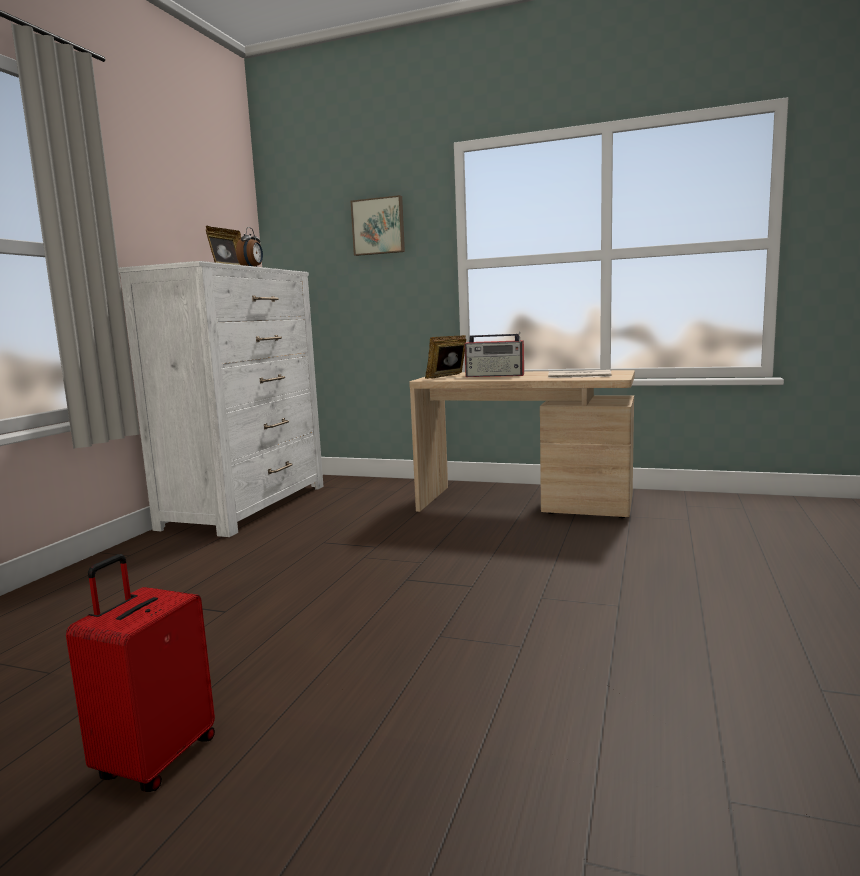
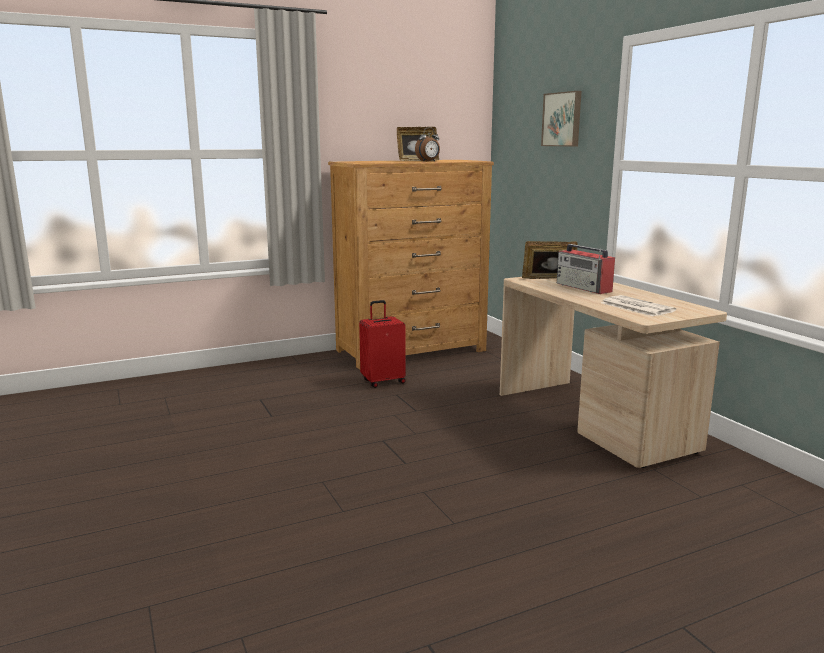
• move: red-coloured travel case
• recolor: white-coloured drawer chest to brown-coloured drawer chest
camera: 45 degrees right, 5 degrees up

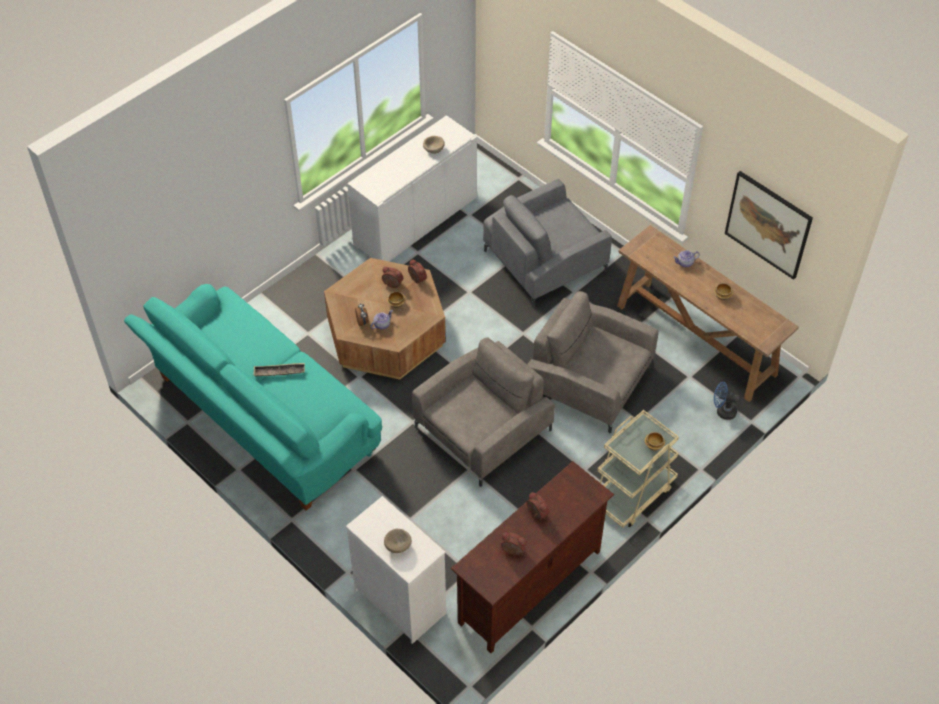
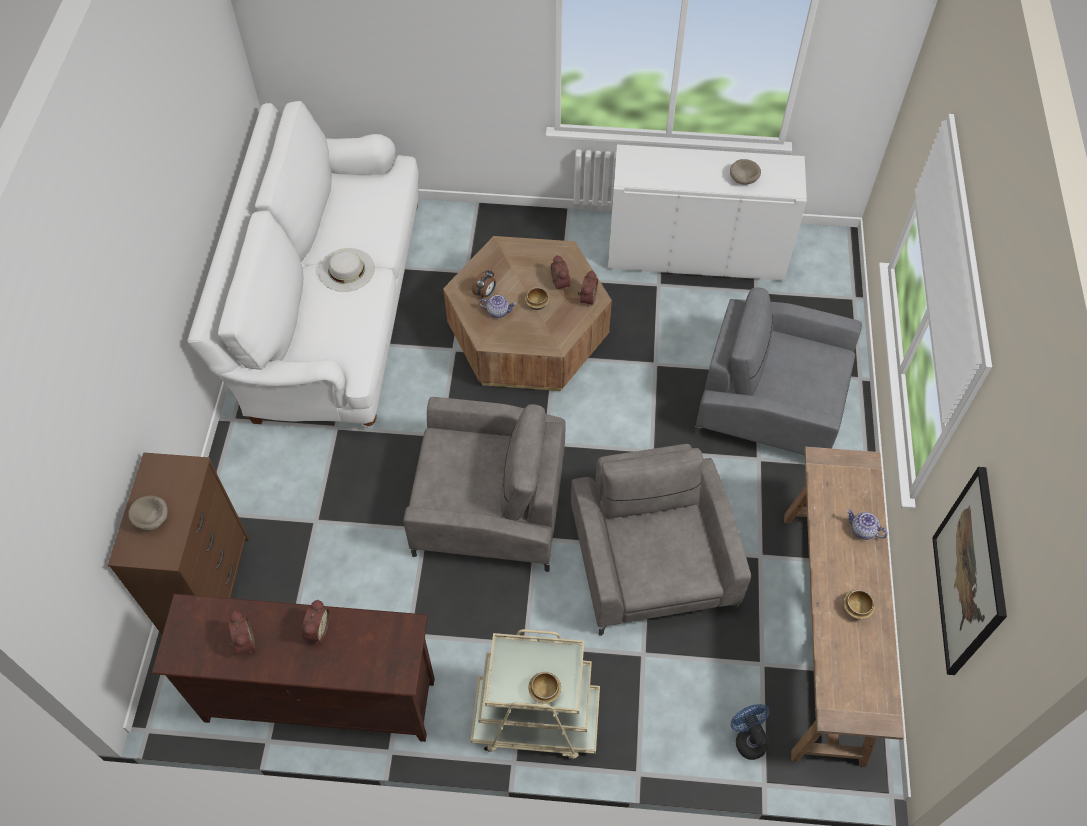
• recolor: turquoise-coloured couch to white-coloured couch
• replace: serving tray to white-coloured wearable hat
• recolor: white-coloured drawer chest to brown-coloured drawer chest
camera: 50 degrees right, 5 degrees up

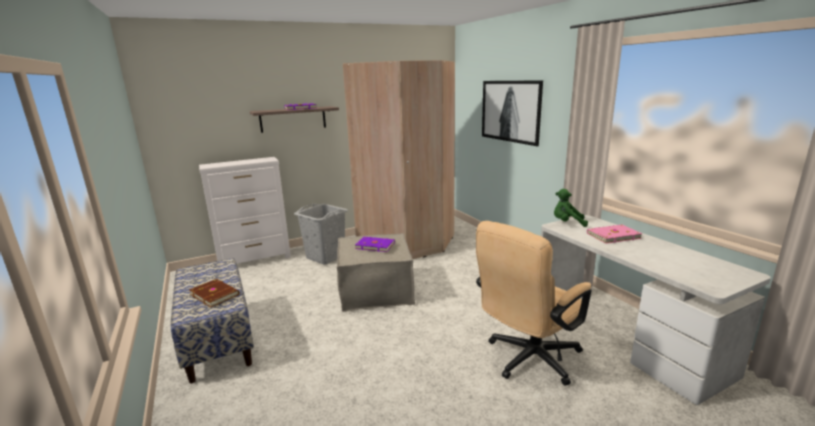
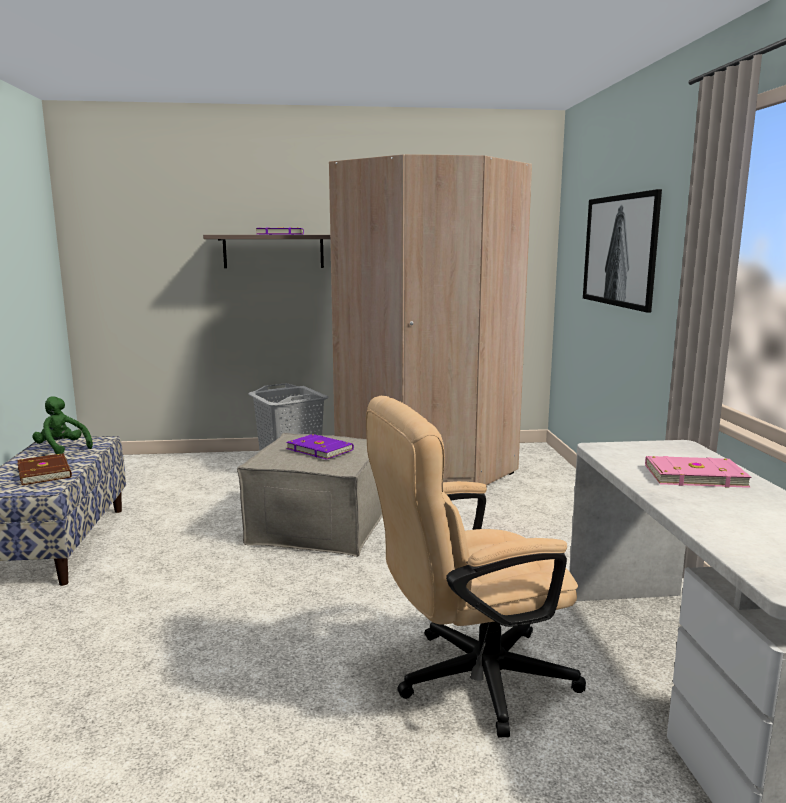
• delete: white-coloured drawer chest
• move: green-coloured cuddly toy
camera: 20 degrees right, 5 degrees down

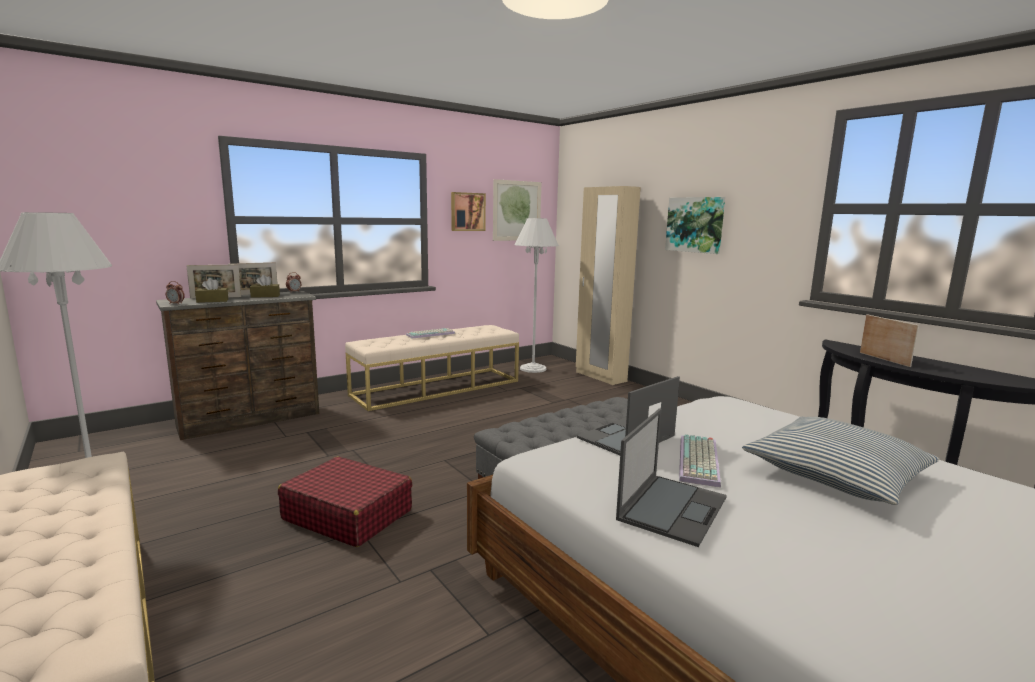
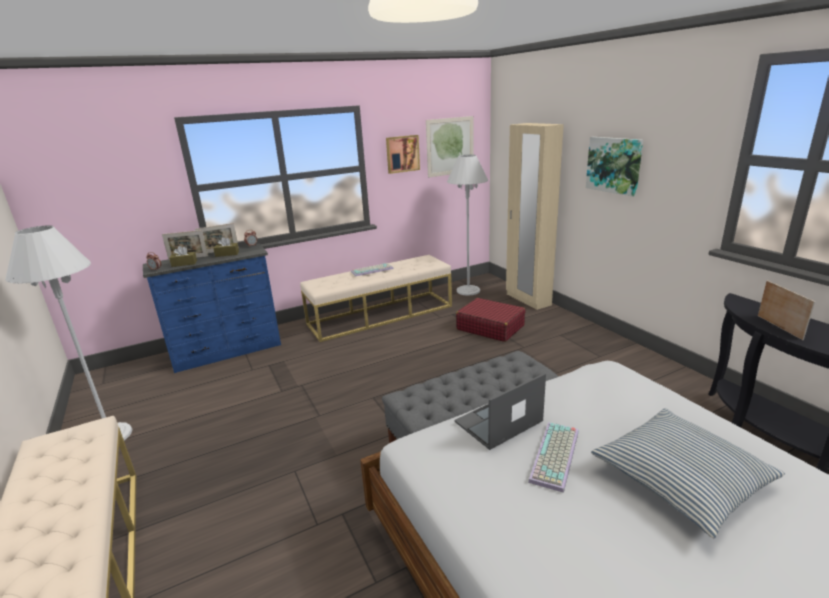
• recolor: brown-coloured drawer chest to blue-coloured drawer chest
• move: red-coloured travel case
• delete: portable computer (2nd from left)
camera: 10 degrees right, 10 degrees up

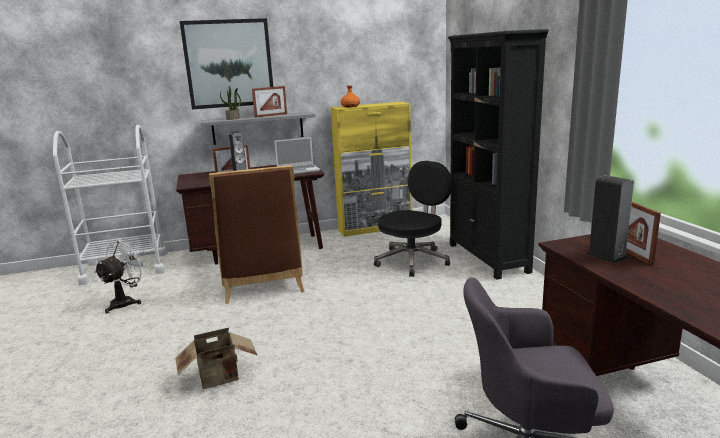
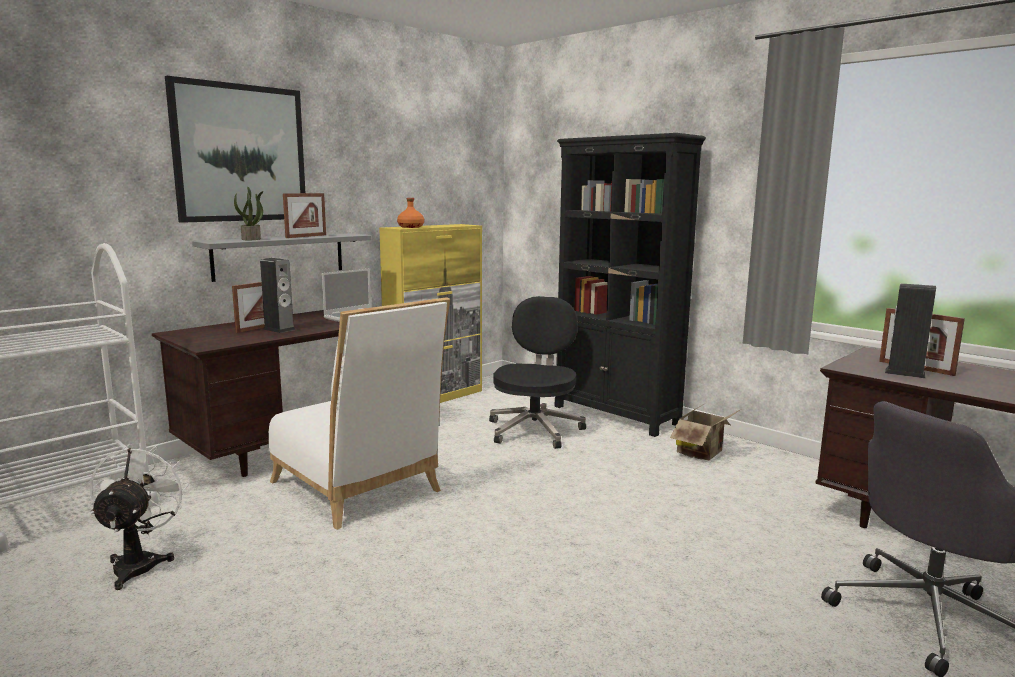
• move: cardboard box
• recolor: brown-coloured upright chair to white-coloured upright chair
camera: 30 degrees left, 5 degrees down

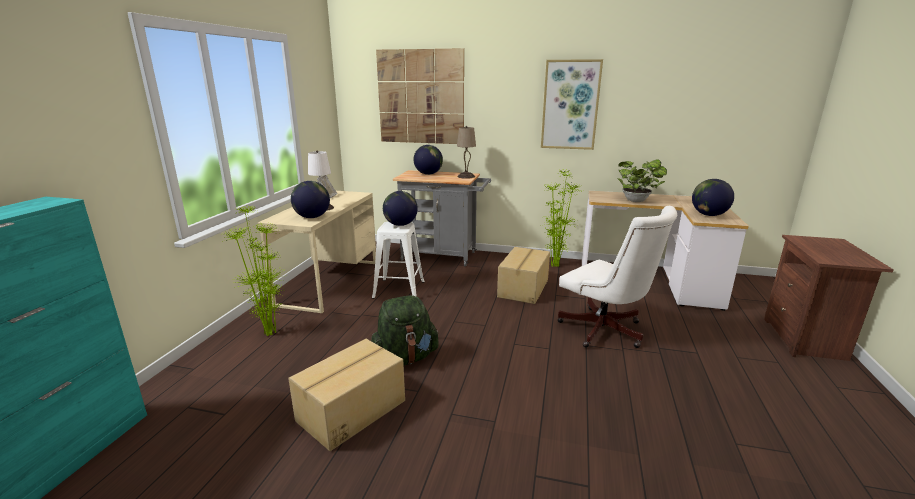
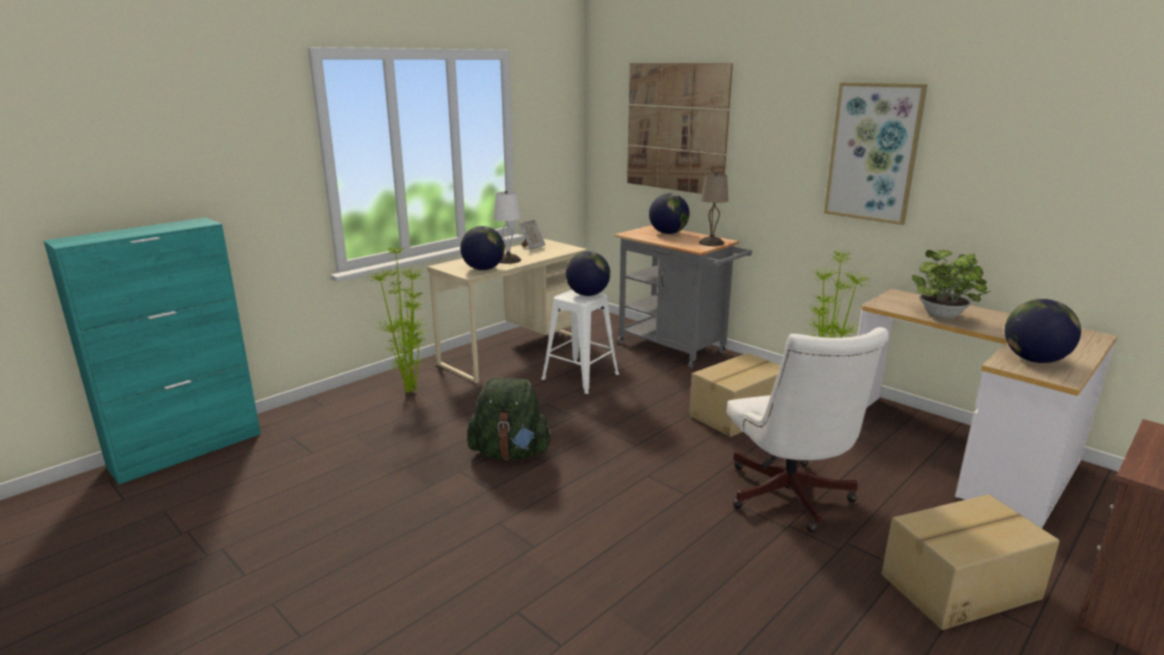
• move: cardboard box (1st from left in the first image) to cardboard box (2nd from left)
camera: 30 degrees right, 0 degrees up

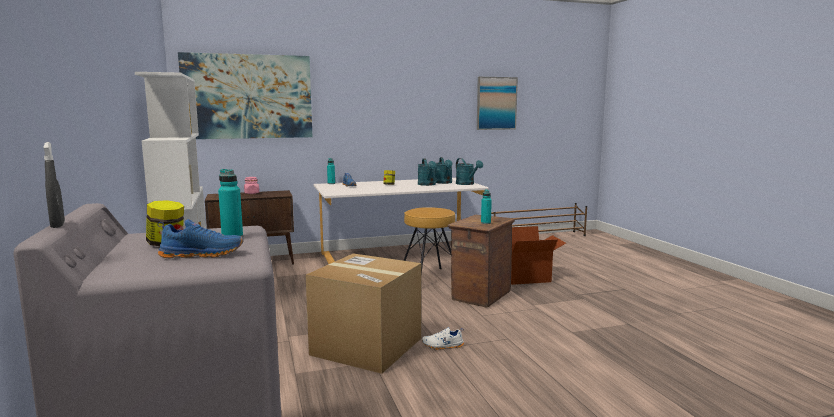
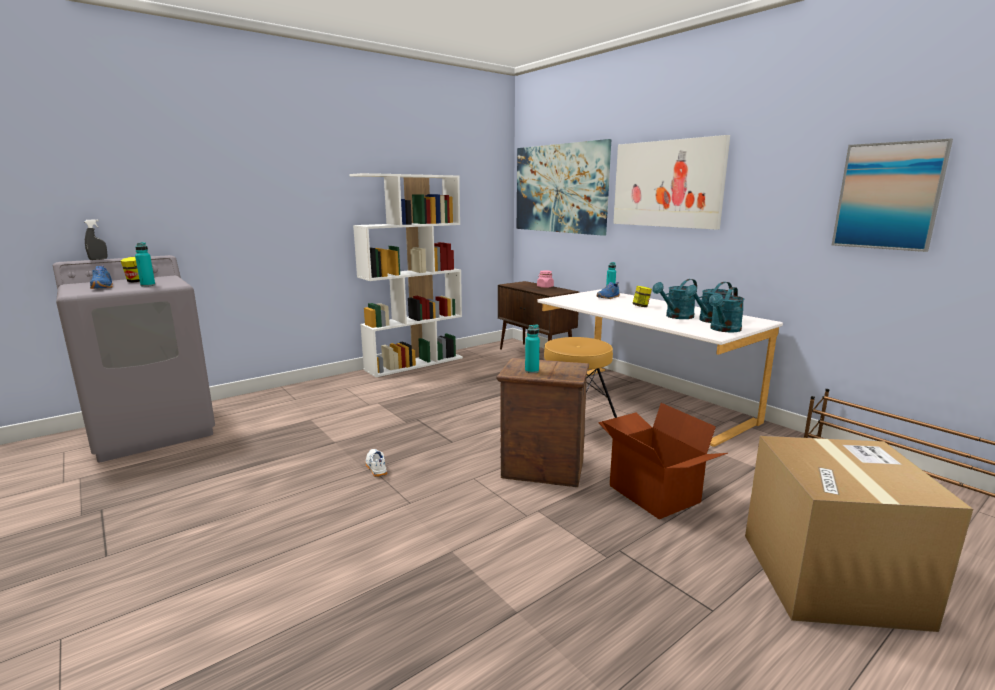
• move: cardboard box (1st from left in the first image) to cardboard box (2nd from left)
• insert: wall art (2nd from left)
camera: 70 degrees right, 5 degrees up

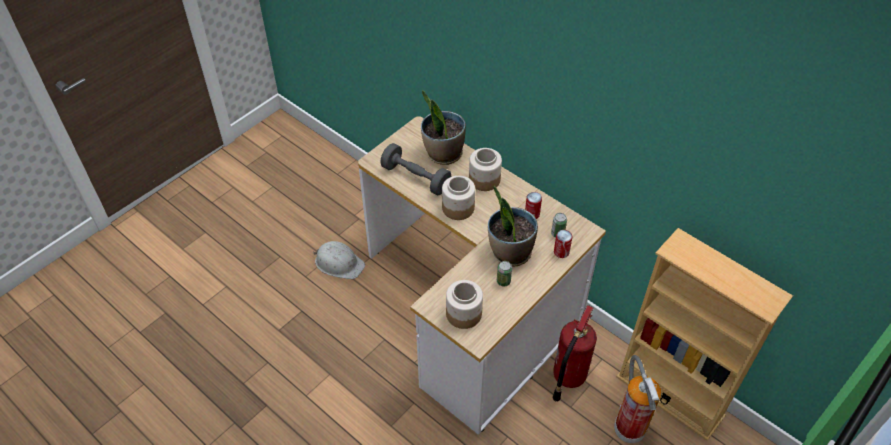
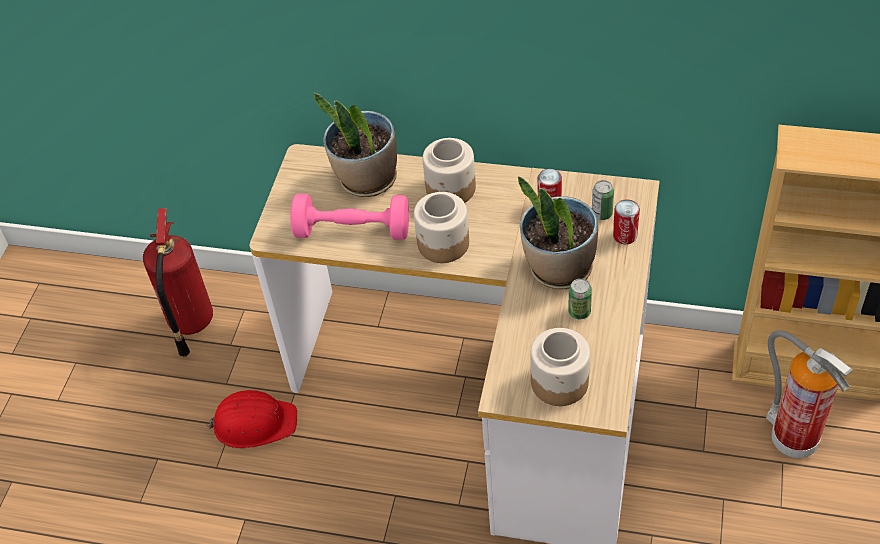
• recolor: white-coloured safety helmet to red-coloured safety helmet
• recolor: grey hand weight to pinkish hand weight
• move: extinguisher (1st from left)
camera: 25 degrees left, 0 degrees up

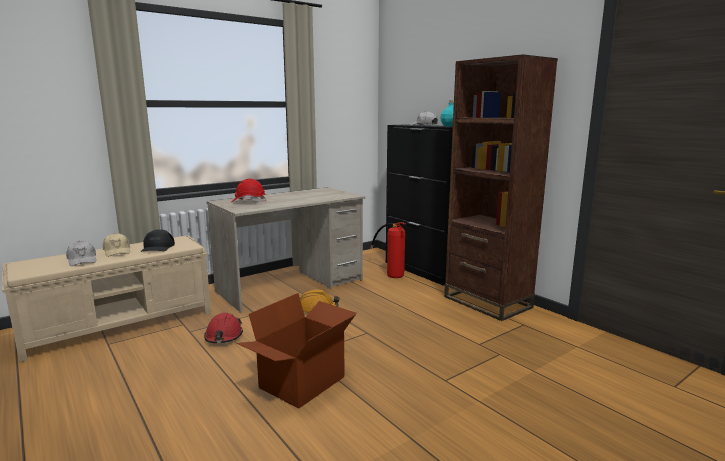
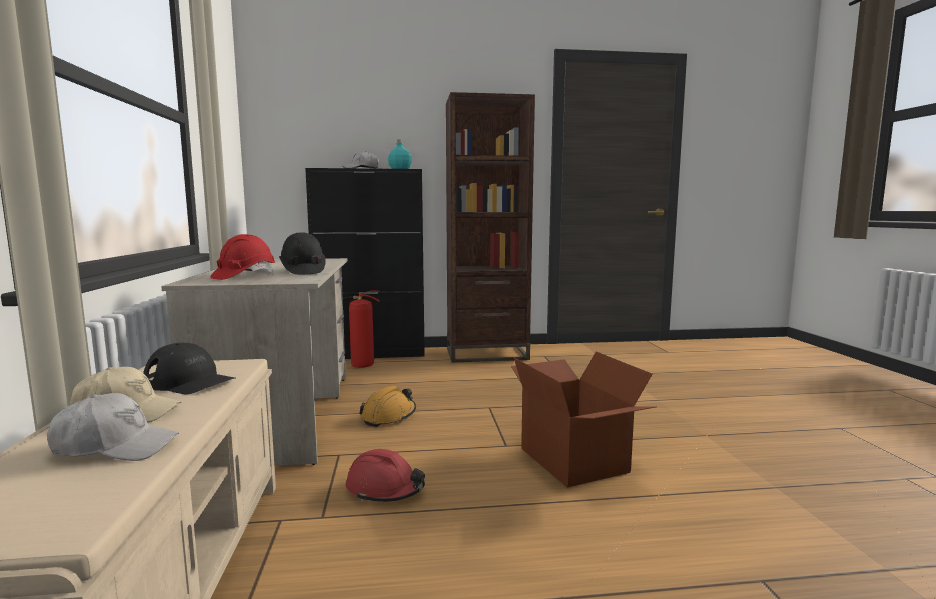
• insert: black safety helmet
camera: 60 degrees left, 5 degrees down

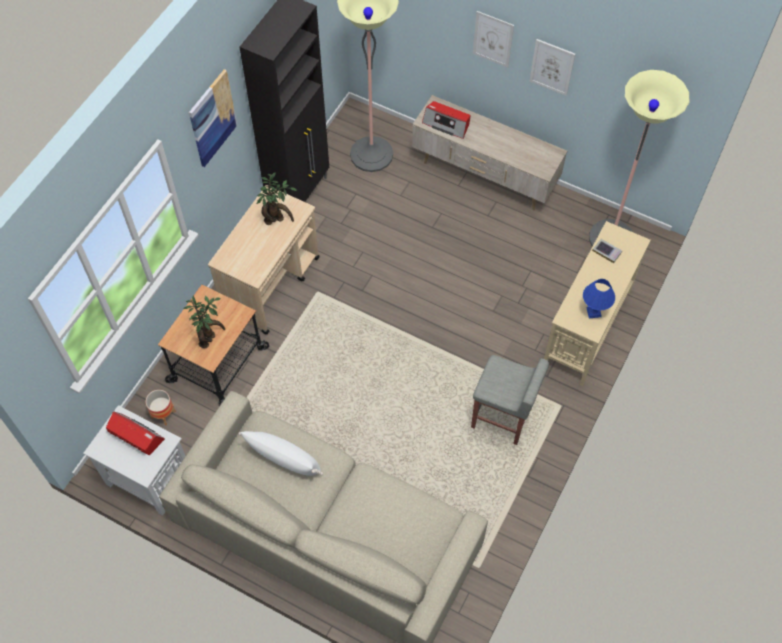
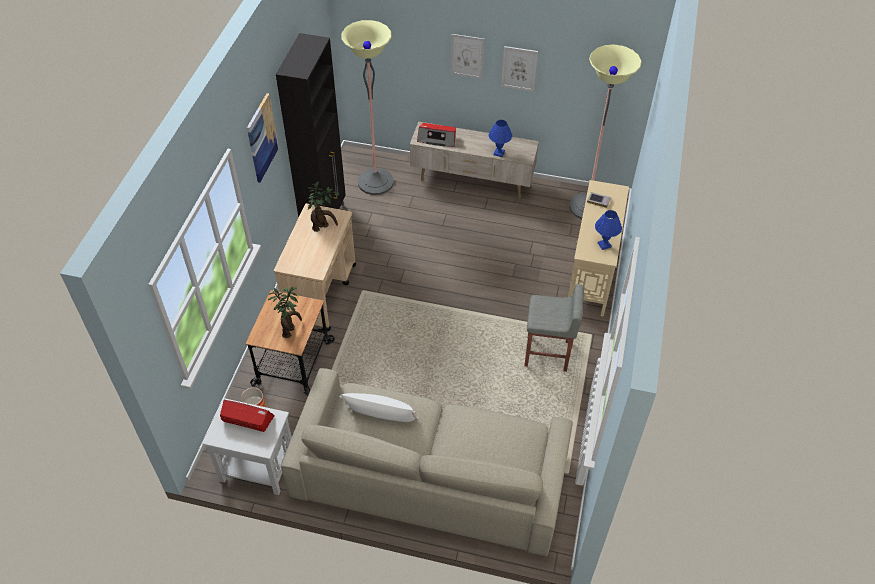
• insert: blue-coloured tabletop lamp (1st from left)
camera: 15 degrees left, 10 degrees down

